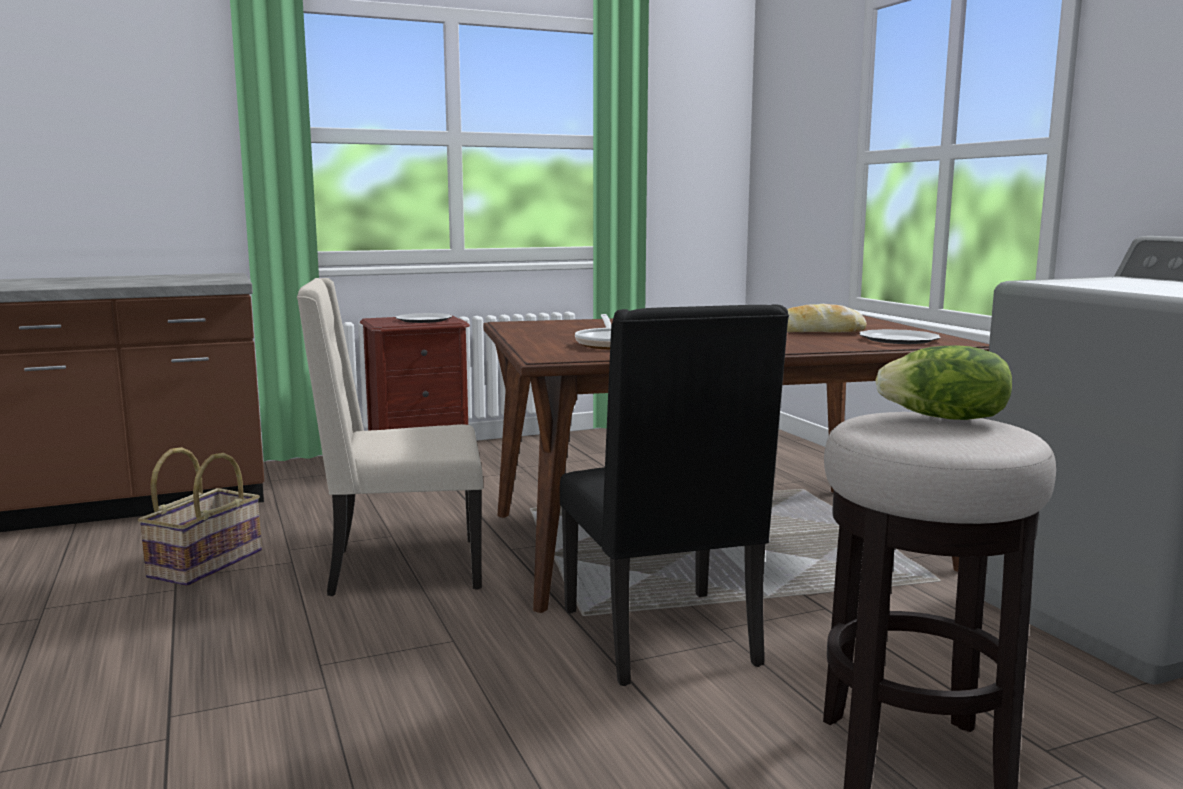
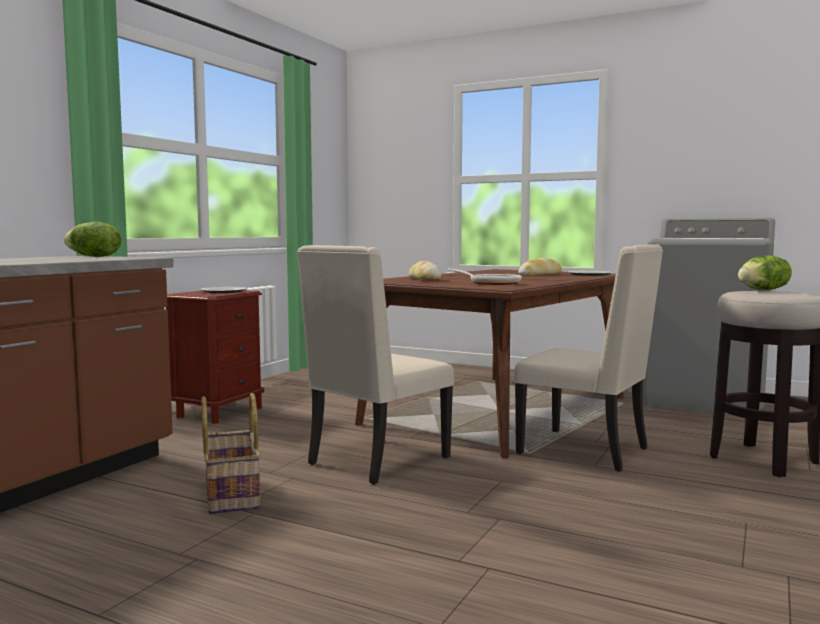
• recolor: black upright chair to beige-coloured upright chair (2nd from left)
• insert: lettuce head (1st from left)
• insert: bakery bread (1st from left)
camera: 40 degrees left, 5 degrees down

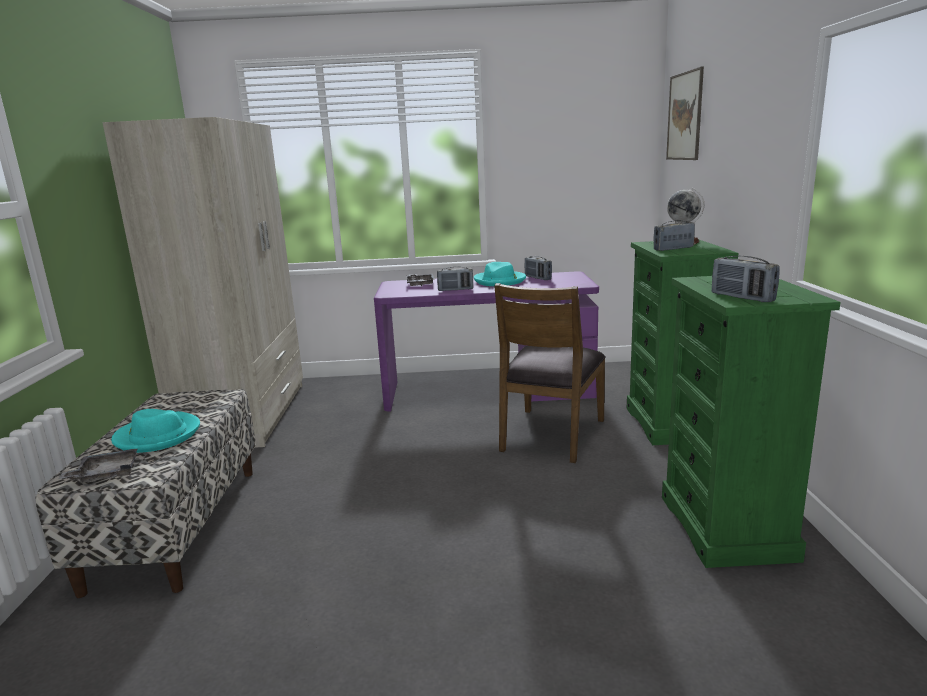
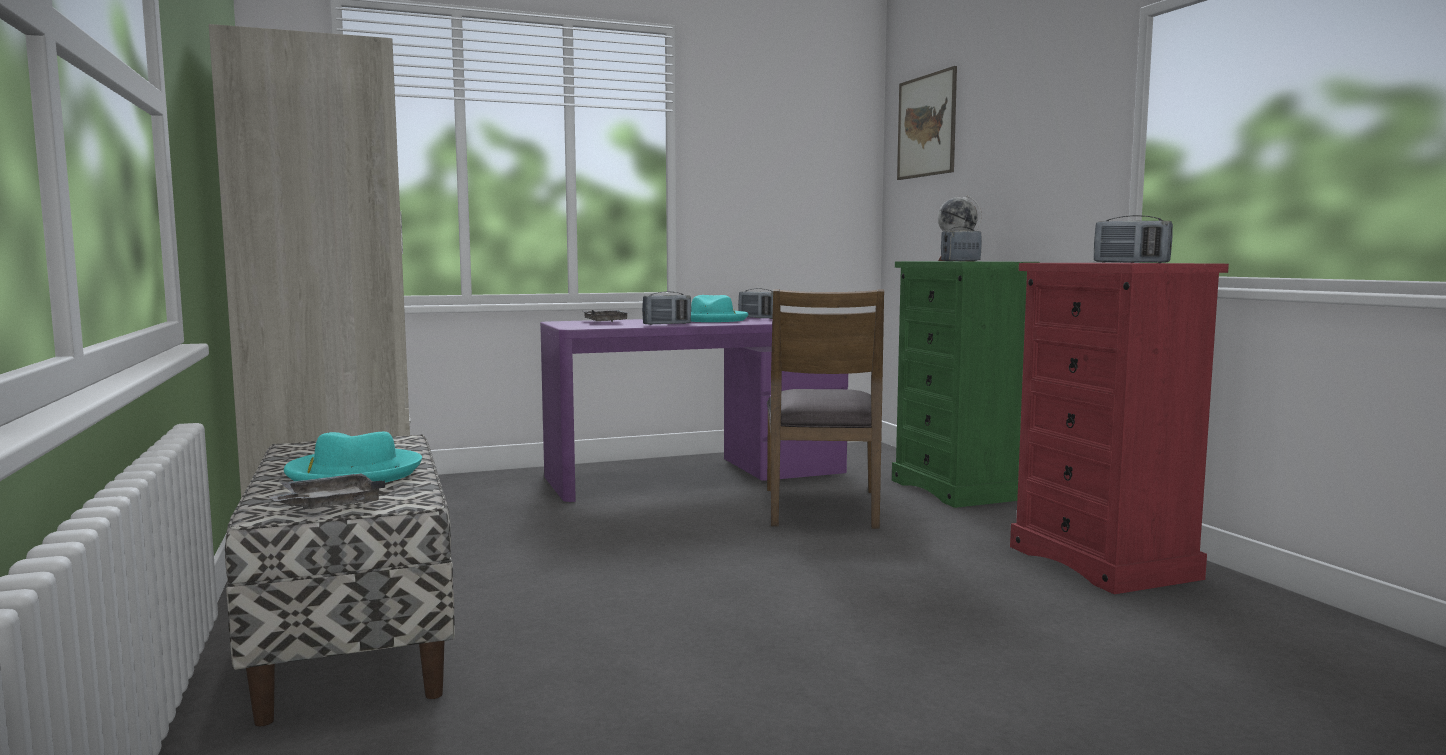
• recolor: green-coloured drawer chest (2nd from left) to red-coloured drawer chest
camera: 20 degrees left, 10 degrees down

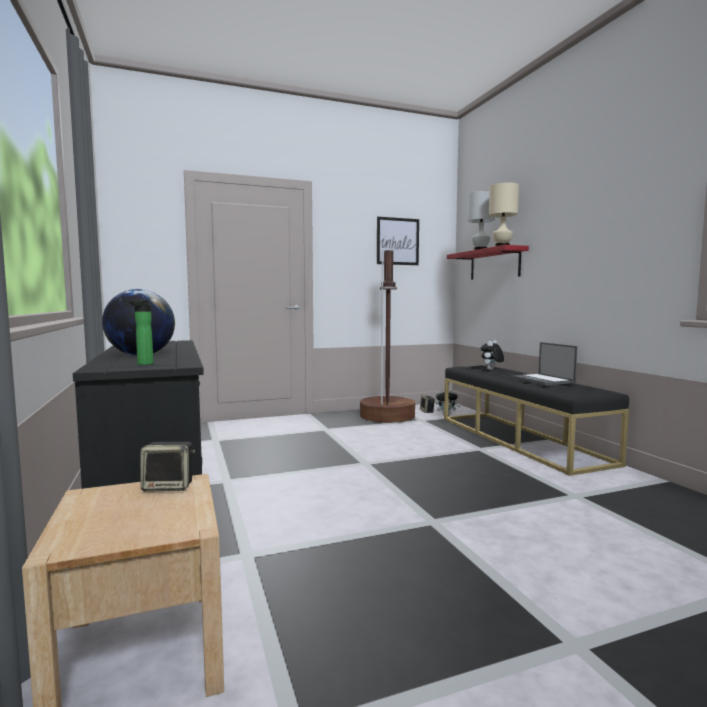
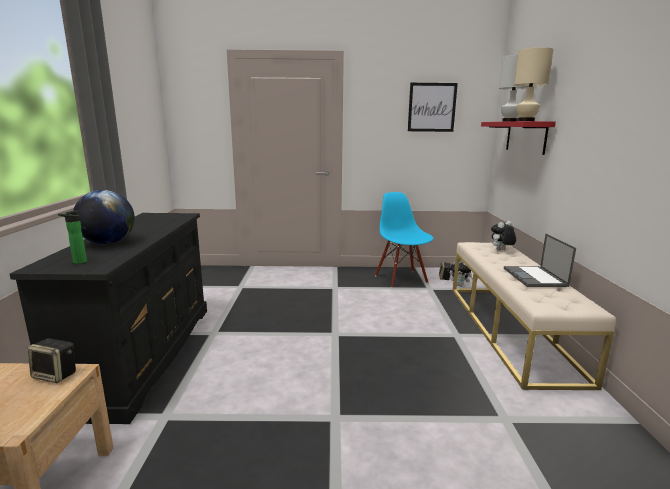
• replace: brown-coloured standard lamp to blue-coloured upright chair
• recolor: black bench to beige-coloured bench
camera: 20 degrees right, 10 degrees up

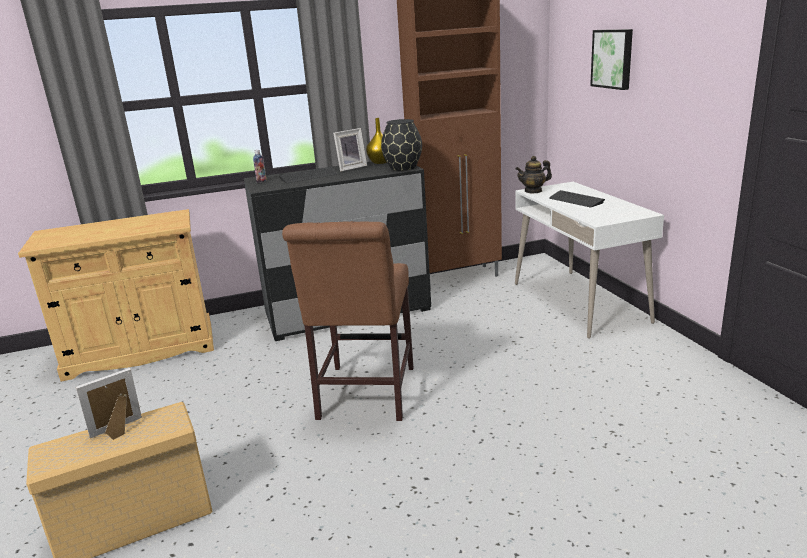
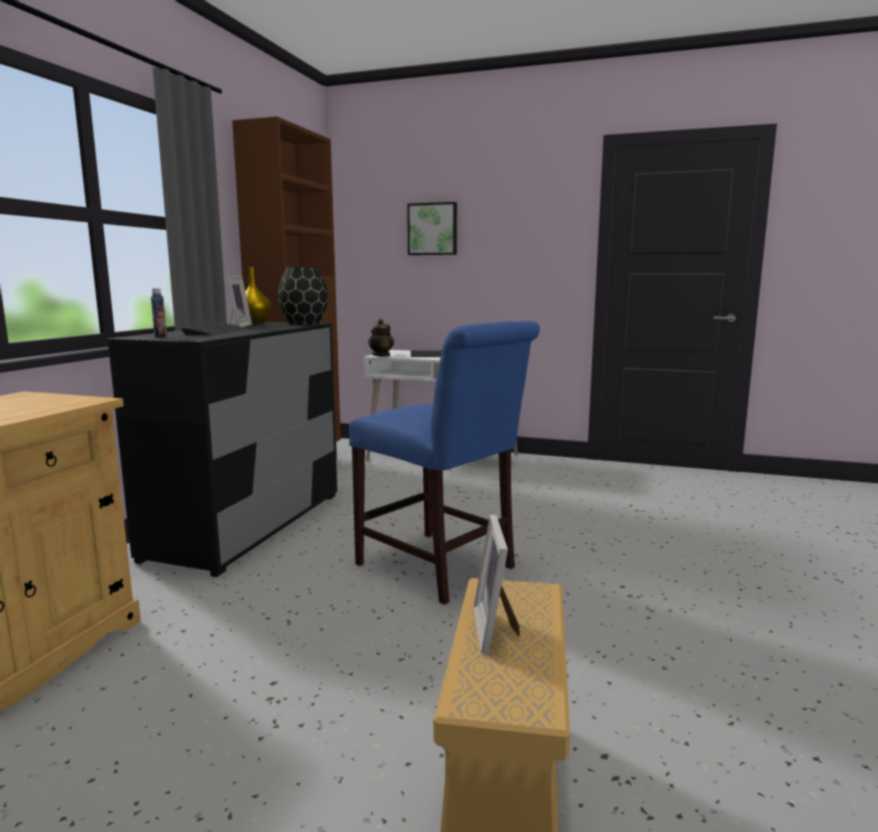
• recolor: brown-coloured upright chair to blue-coloured upright chair
camera: 55 degrees left, 10 degrees down

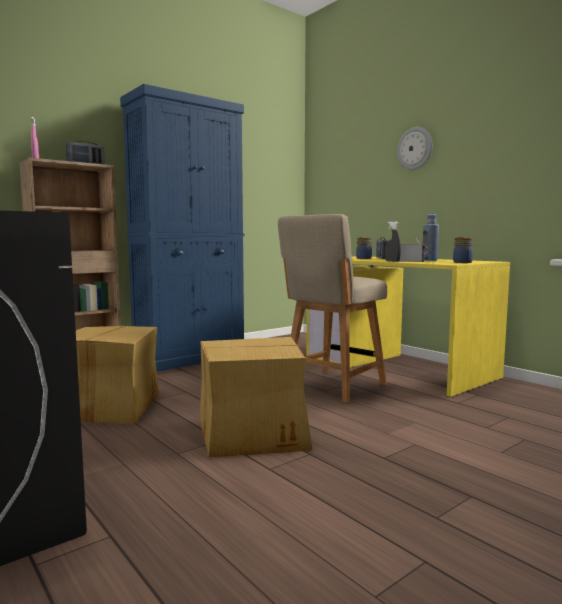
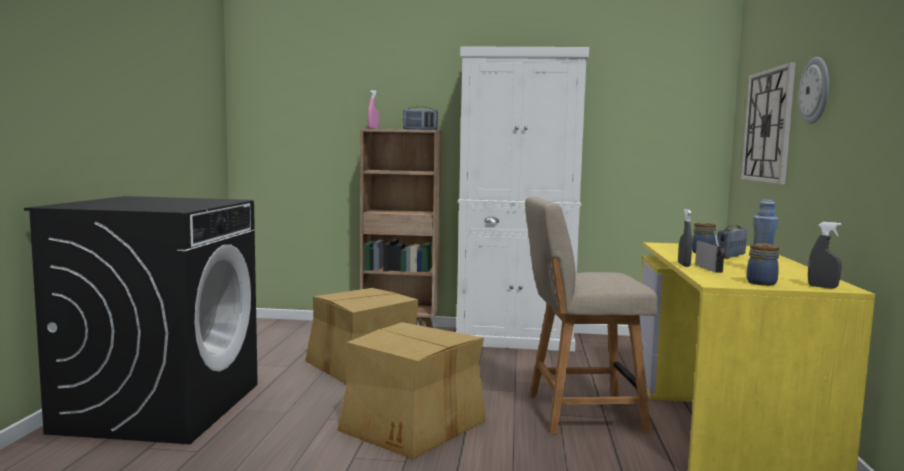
• recolor: blue-coloured cupboard to white-coloured cupboard
• insert: clock on the wall (1st from left)
• insert: grey sprayer (2nd from left)
camera: 45 degrees right, 0 degrees up

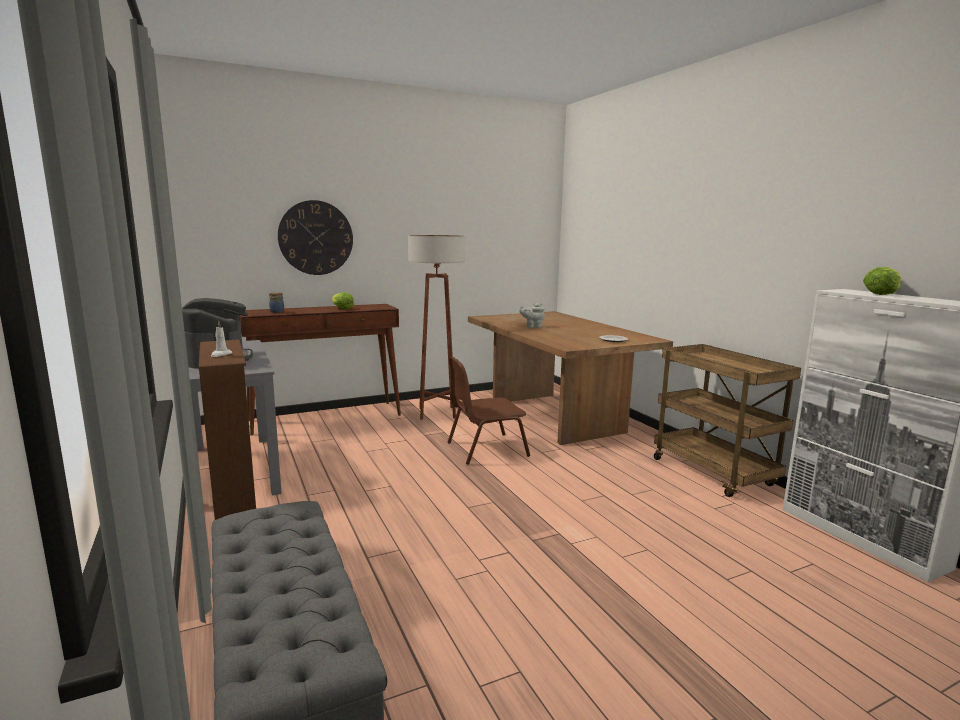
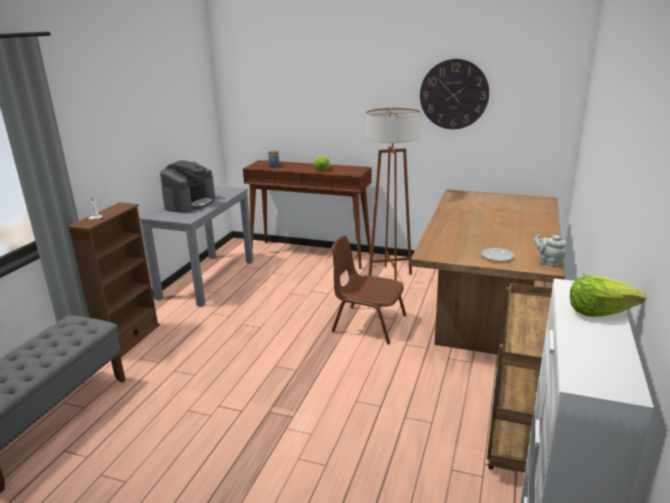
• move: clock on the wall
• move: grey pot for tea
camera: 45 degrees right, 10 degrees up

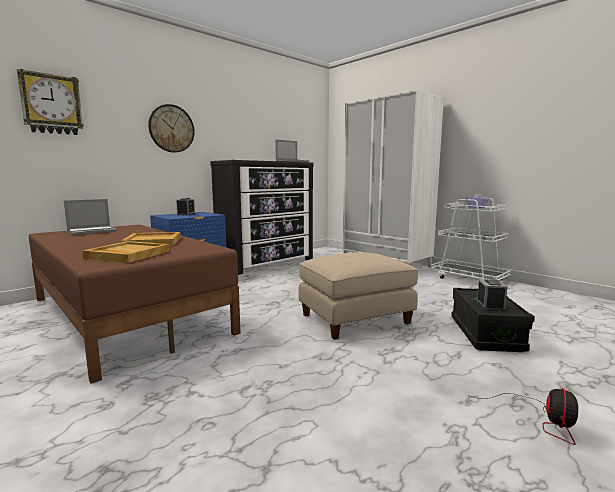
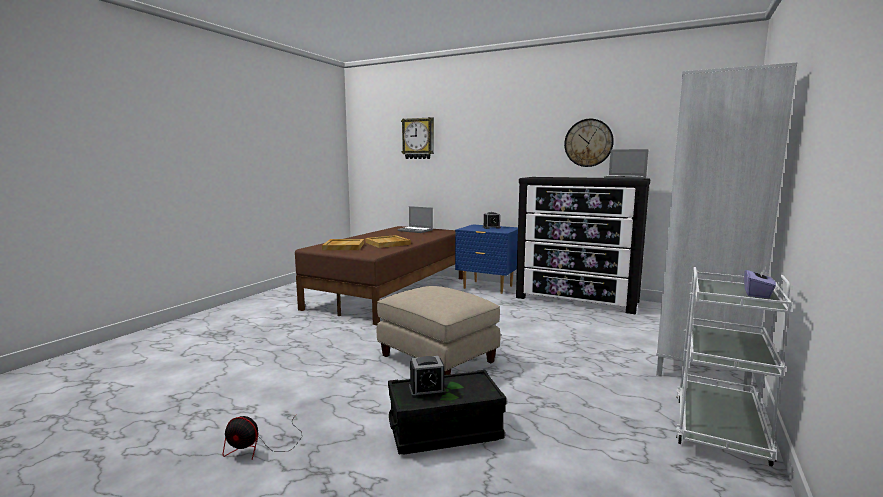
• move: clock on the wall (2nd from left)
camera: 70 degrees right, 0 degrees up

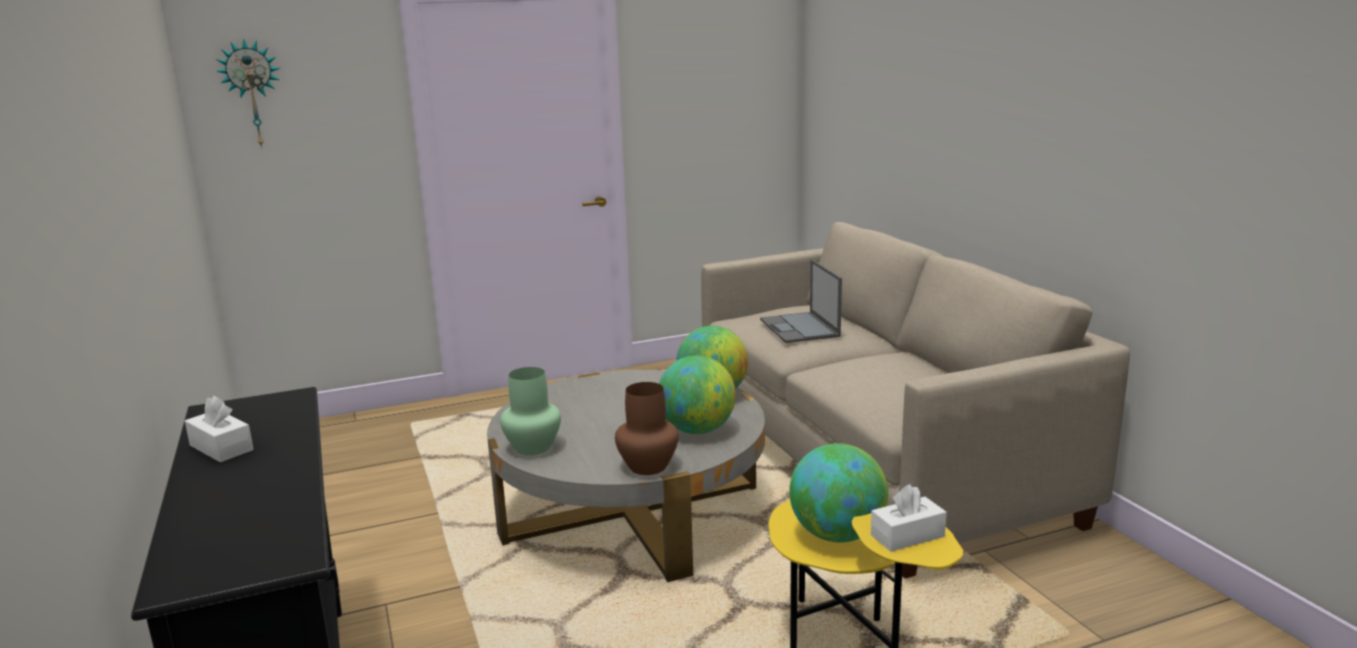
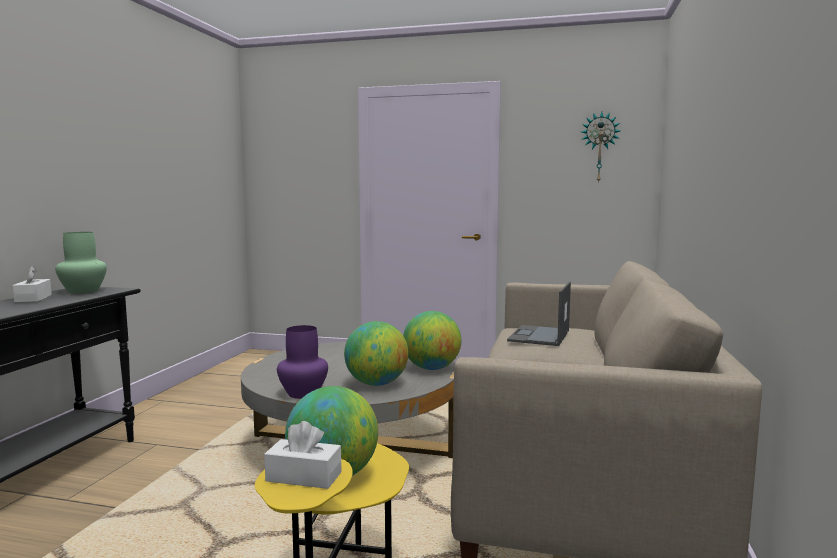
• move: clock on the wall
• move: green-coloured decorative vase
• recolor: brown-coloured decorative vase to purple-coloured decorative vase
camera: 35 degrees right, 10 degrees down

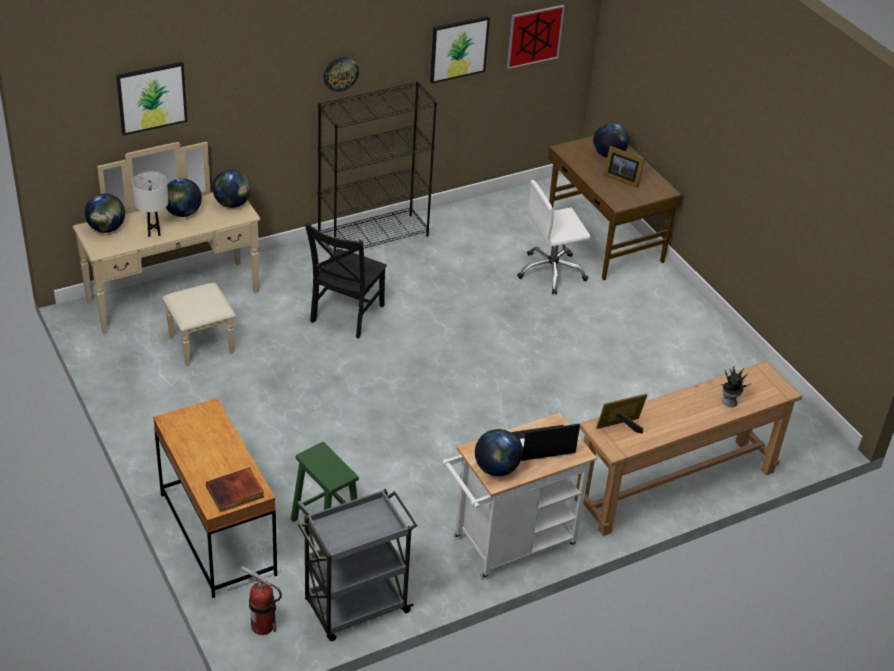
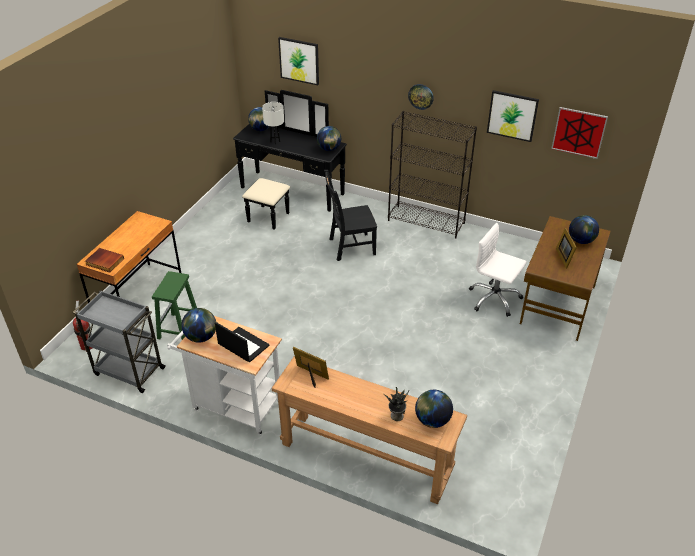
• recolor: beige-coloured drawer chest to black drawer chest
• move: world globe (2nd from left in the first image) to world globe (4th from left)
camera: 55 degrees right, 0 degrees up

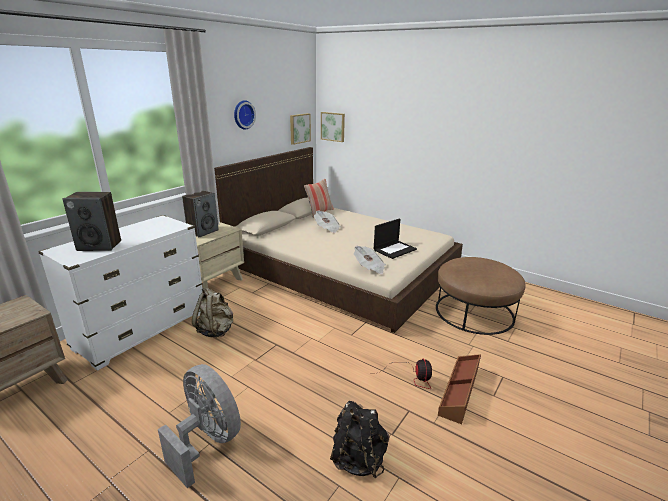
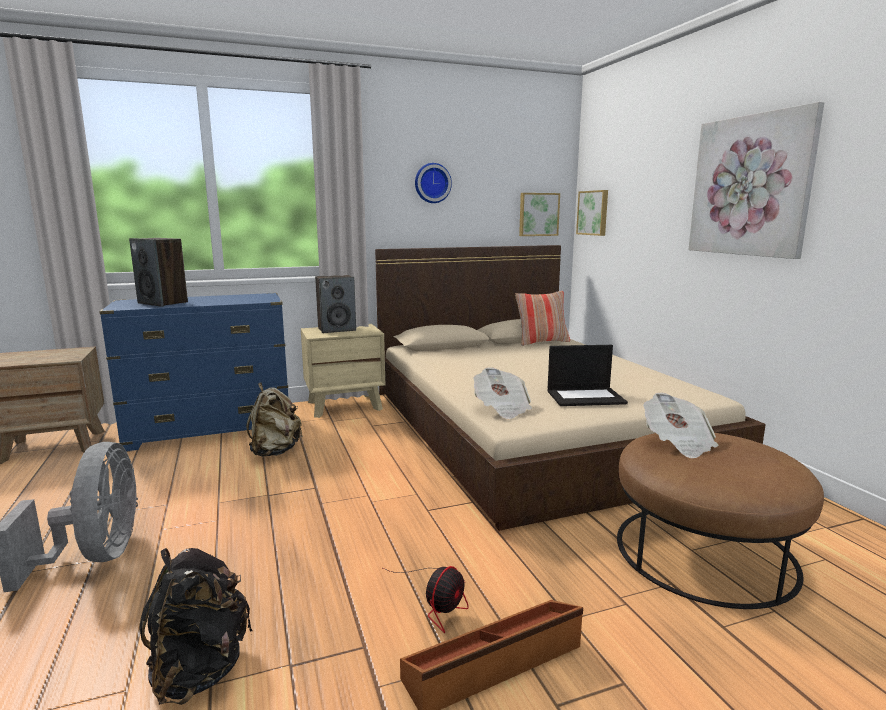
• recolor: white-coloured drawer chest to blue-coloured drawer chest
• move: printed paper (1st from left in the first image) to printed paper (2nd from left)
• insert: wall art (3rd from left)
camera: 35 degrees right, 10 degrees down

